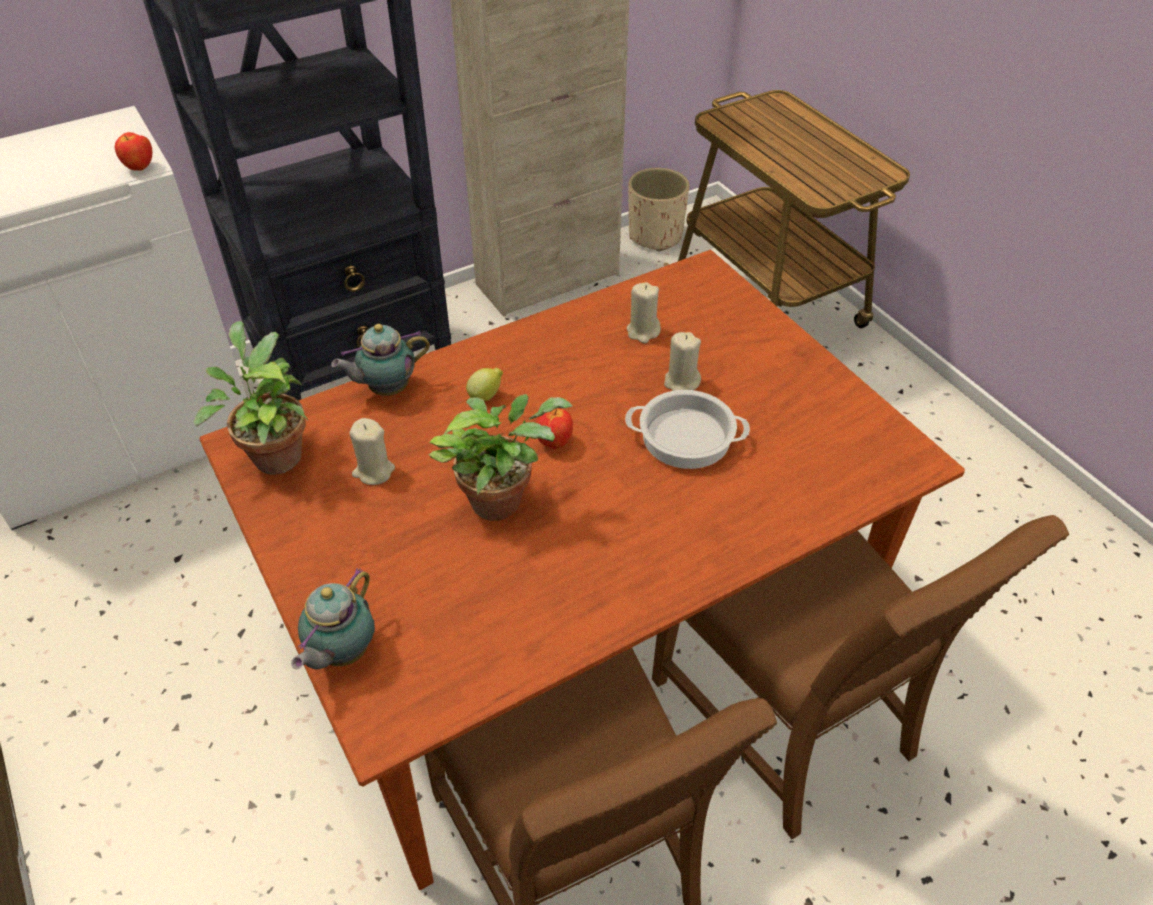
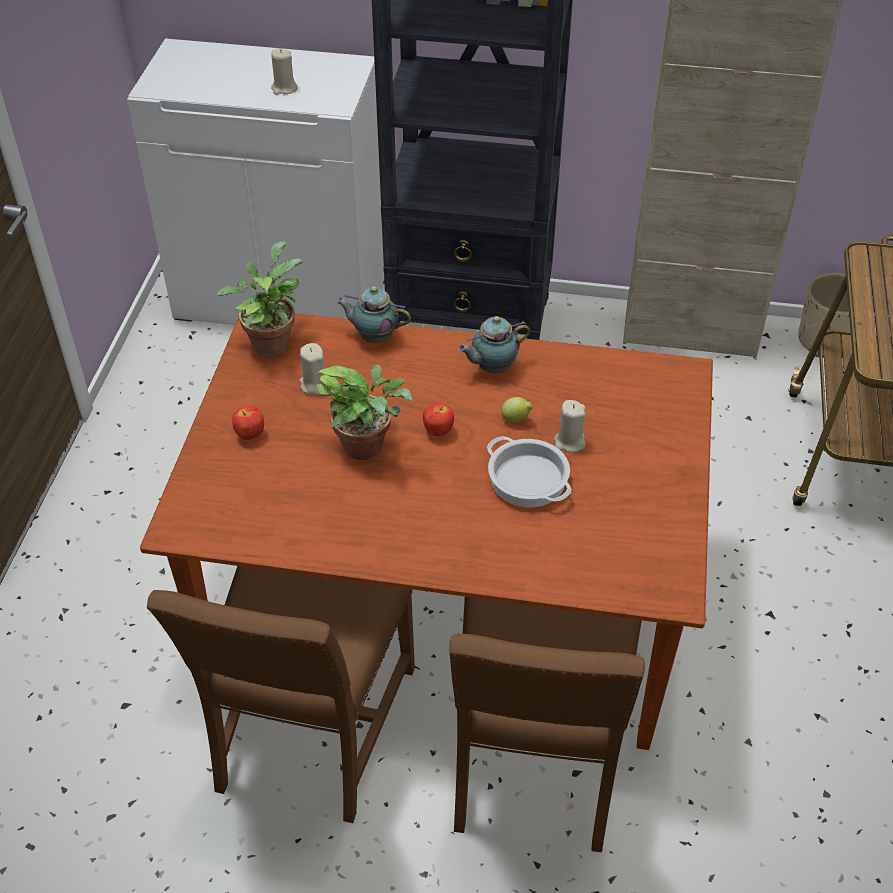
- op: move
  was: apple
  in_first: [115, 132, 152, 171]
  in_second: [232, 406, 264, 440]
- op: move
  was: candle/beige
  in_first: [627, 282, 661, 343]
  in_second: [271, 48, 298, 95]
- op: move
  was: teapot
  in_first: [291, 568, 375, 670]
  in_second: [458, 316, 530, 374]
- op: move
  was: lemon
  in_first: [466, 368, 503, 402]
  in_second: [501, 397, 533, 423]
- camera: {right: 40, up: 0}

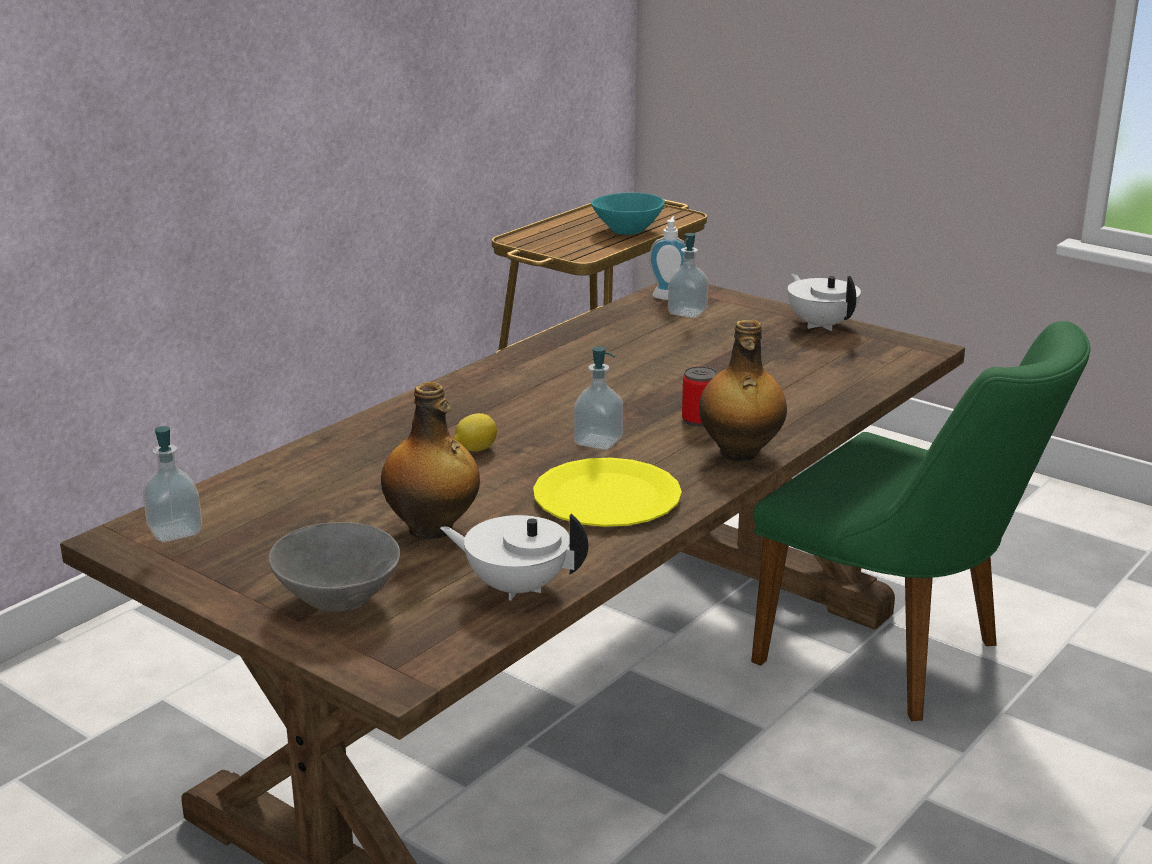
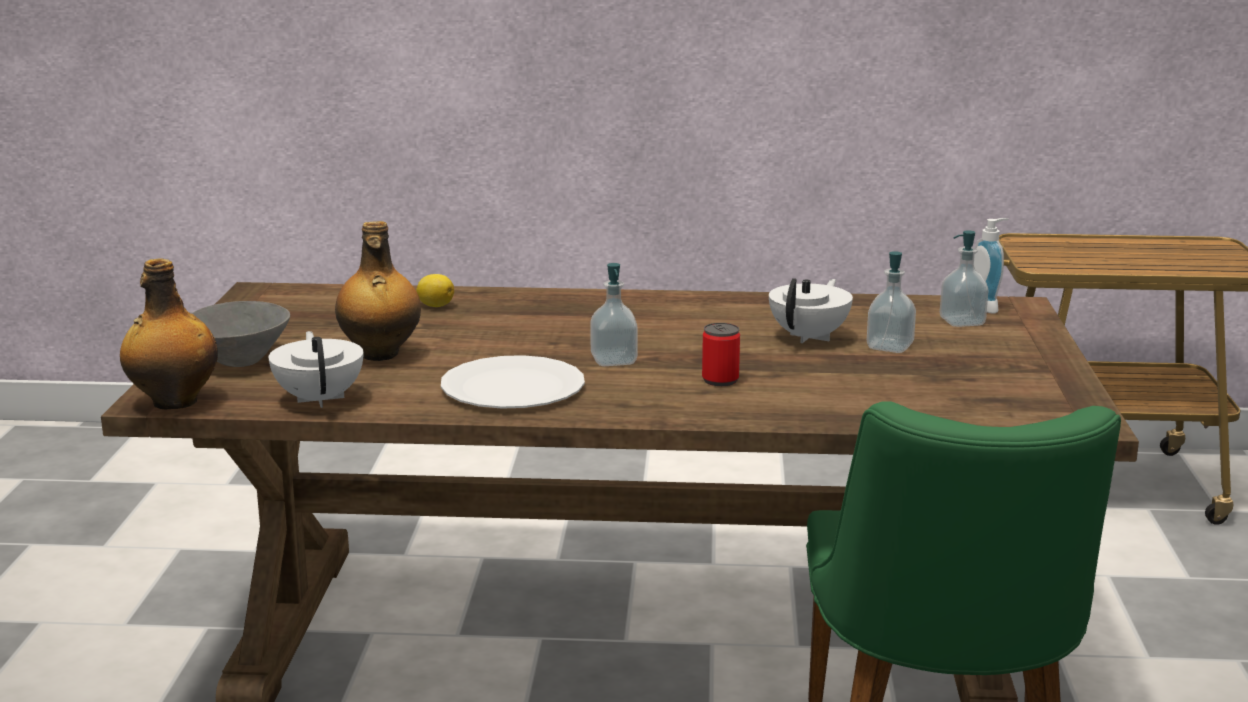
- op: move
  was: bottle
  in_first: [699, 320, 787, 461]
  in_second: [120, 258, 218, 409]
- op: move
  was: lemon
  in_first: [454, 413, 497, 451]
  in_second: [416, 274, 454, 307]
- op: recolor
  was: plate/yellow
  now: plate/white
  in_first: [533, 458, 682, 527]
  in_second: [441, 355, 585, 409]
- op: move
  was: teapot/white
  in_first: [788, 273, 861, 331]
  in_second: [769, 278, 853, 343]
- op: move
  was: soap dispenser
  in_first: [142, 426, 202, 542]
  in_second: [867, 251, 916, 353]
- op: delete
  was: bowl/turquoise
  in_first: [591, 193, 665, 235]
- camera: {right: 55, up: -5}

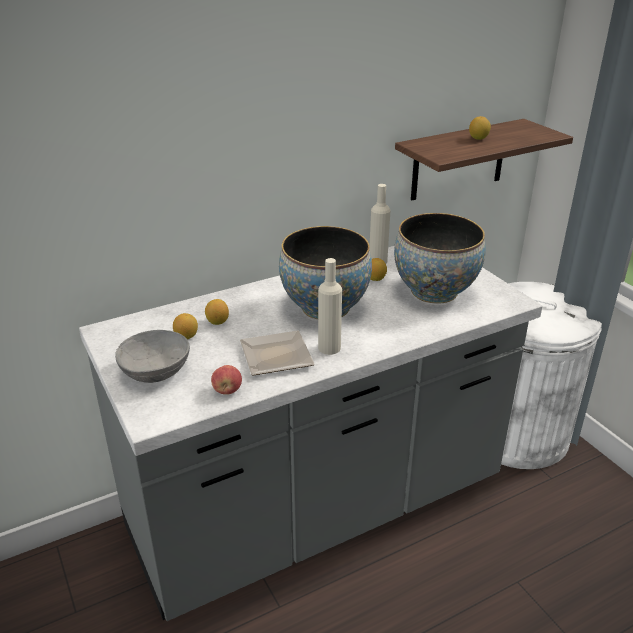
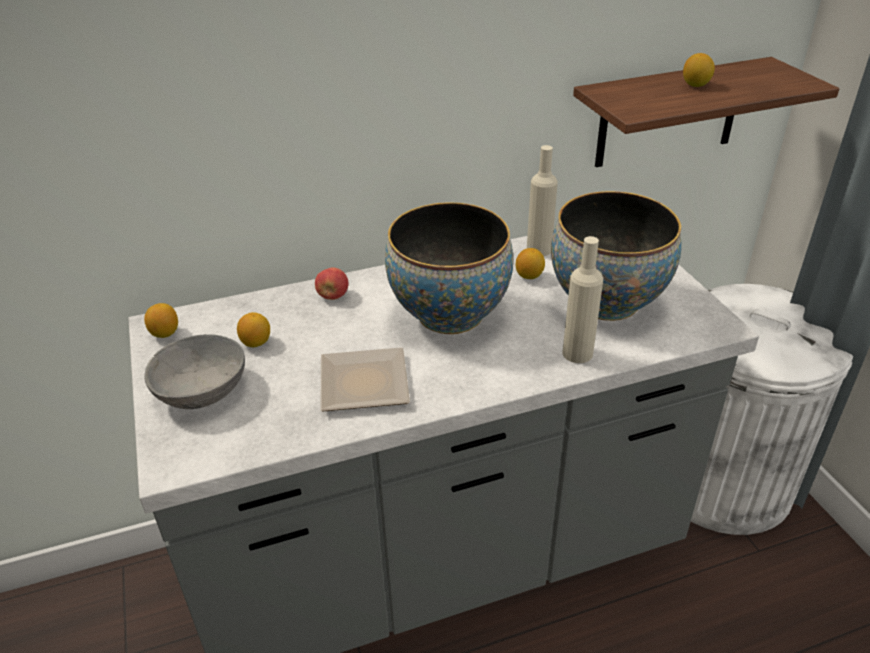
- op: move
  was: lemon
  in_first: [205, 299, 229, 325]
  in_second: [144, 303, 178, 338]
- op: move
  was: apple
  in_first: [211, 365, 242, 395]
  in_second: [315, 268, 349, 300]
- op: move
  was: bottle/beige
  in_first: [318, 258, 342, 355]
  in_second: [563, 236, 603, 363]
- camera: {right: 10, up: 5}

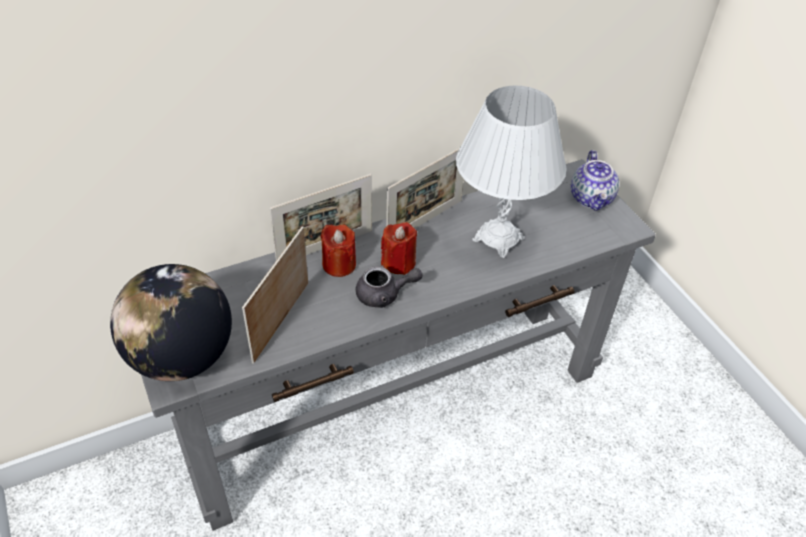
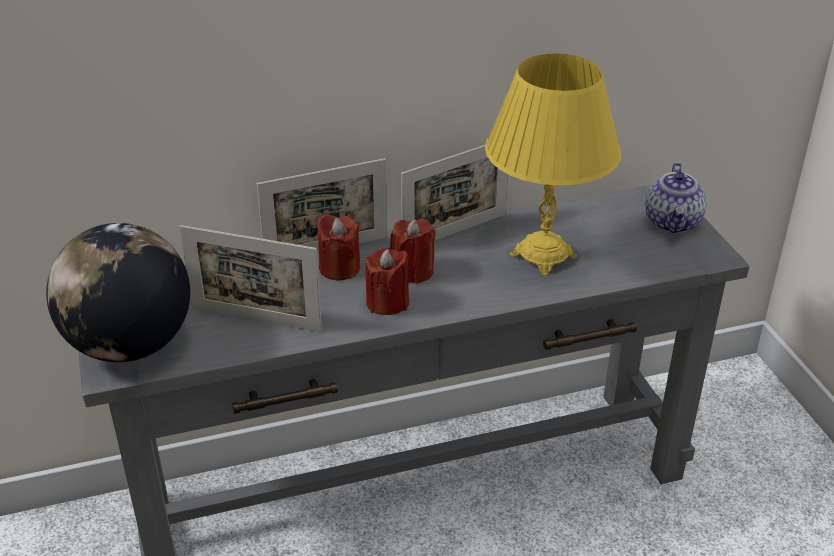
- op: rotate
  was: picture frame
  in_first: [242, 226, 308, 364]
  in_second: [179, 225, 322, 332]
  clockwise: -105
- op: replace
  was: teapot/grey
  now: candle/red
  in_first: [356, 266, 423, 308]
  in_second: [365, 247, 409, 315]
- op: recolor
  was: table lamp/white
  now: table lamp/yellow
  in_first: [456, 86, 567, 258]
  in_second: [485, 54, 621, 276]
- camera: {right: 10, up: -10}

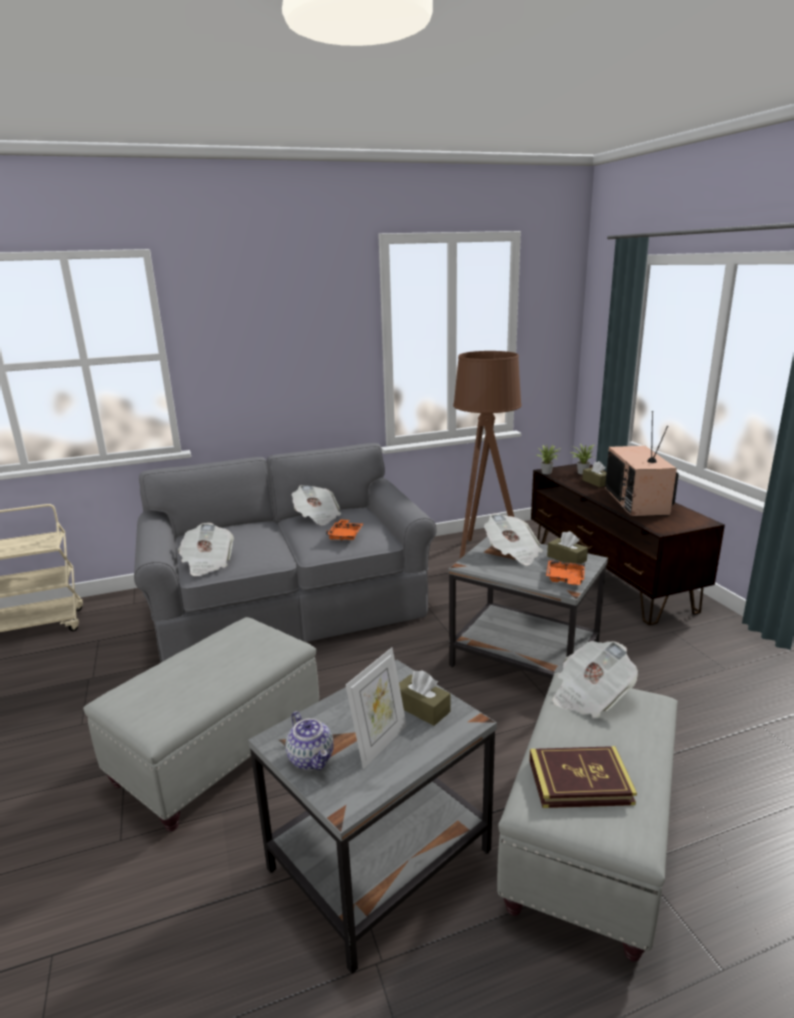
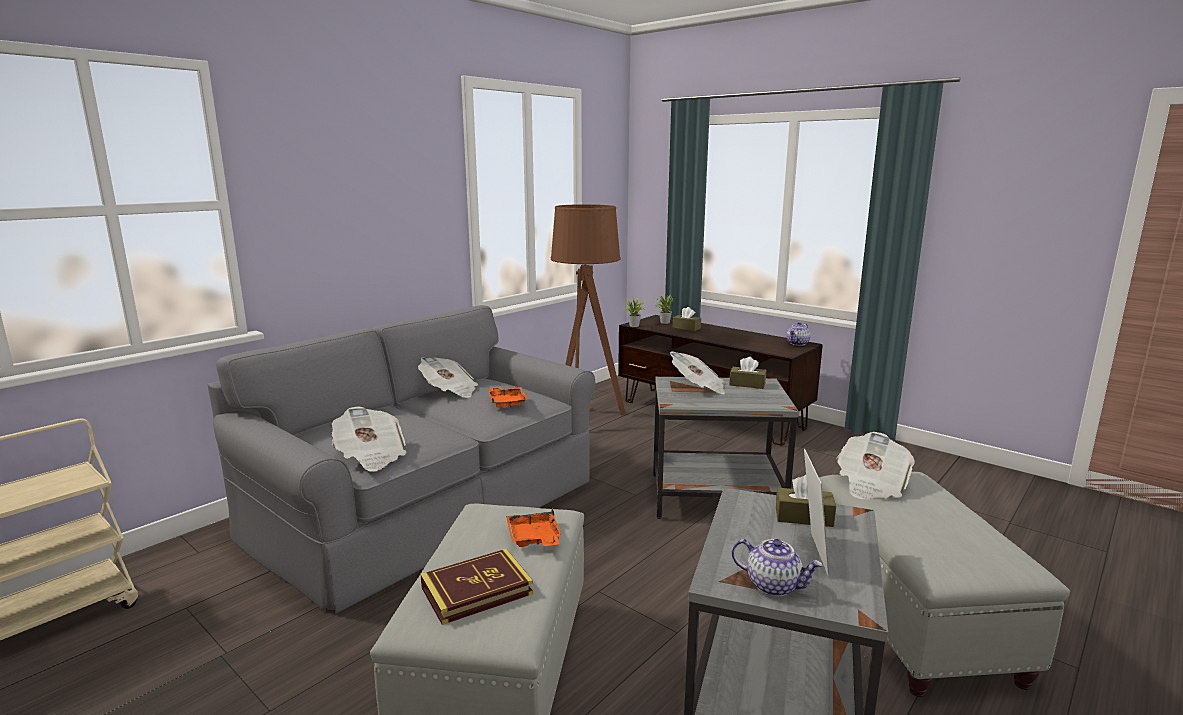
- op: move
  was: book
  in_first: [529, 746, 637, 808]
  in_second: [420, 549, 533, 625]
- op: move
  was: tray/orange
  in_first: [546, 560, 585, 585]
  in_second: [506, 508, 562, 547]
- op: insert
  now: teapot
  in_second: [787, 322, 811, 346]
- op: delete
  was: television
  in_first: [605, 411, 679, 516]
- camera: {right: -30, up: -5}

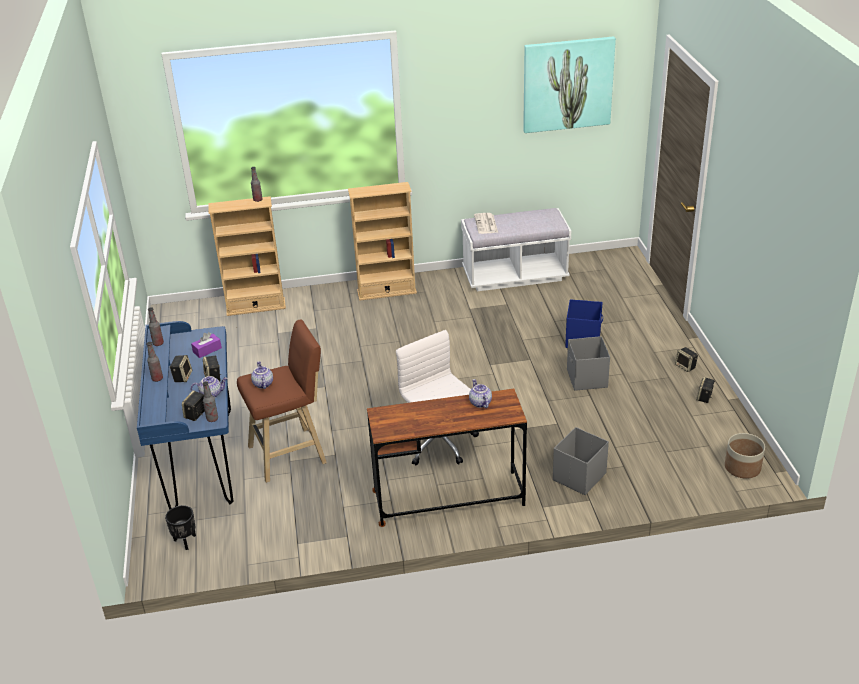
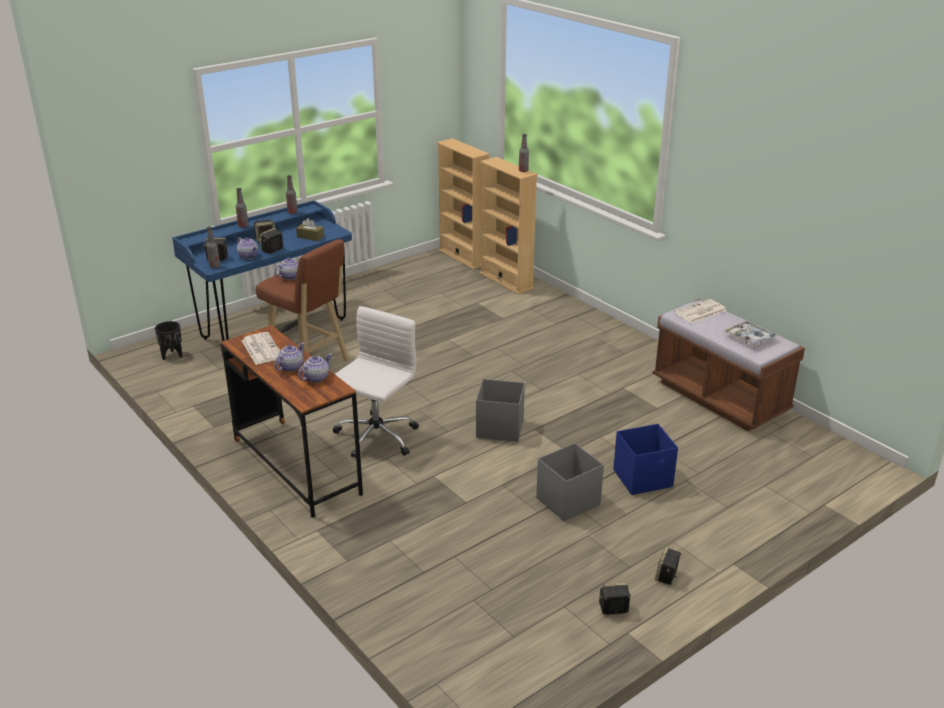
- op: insert
  now: newspaper
  in_second: [241, 332, 280, 365]
- op: insert
  now: teapot
  in_second: [274, 343, 305, 372]
- op: recolor
  was: tissue box/purple
  now: tissue box/brown
  in_first: [191, 332, 222, 358]
  in_second: [296, 218, 324, 241]
- op: move
  was: bookcase/beige
  in_first: [348, 182, 417, 301]
  in_second: [437, 138, 490, 270]
- op: move
  was: storage box/grey
  in_first: [553, 427, 609, 495]
  in_second: [476, 379, 525, 442]
- op: recolor
  was: bench/white
  now: bench/brown
  in_first: [461, 208, 571, 291]
  in_second: [652, 299, 805, 432]
- op: insert
  now: tray
  in_second: [724, 321, 779, 346]
- op: delete
  was: picture
  in_first: [523, 37, 616, 133]
- op: delete
  was: planter
  in_first: [725, 433, 765, 479]
- camera: {right: 60, up: -5}

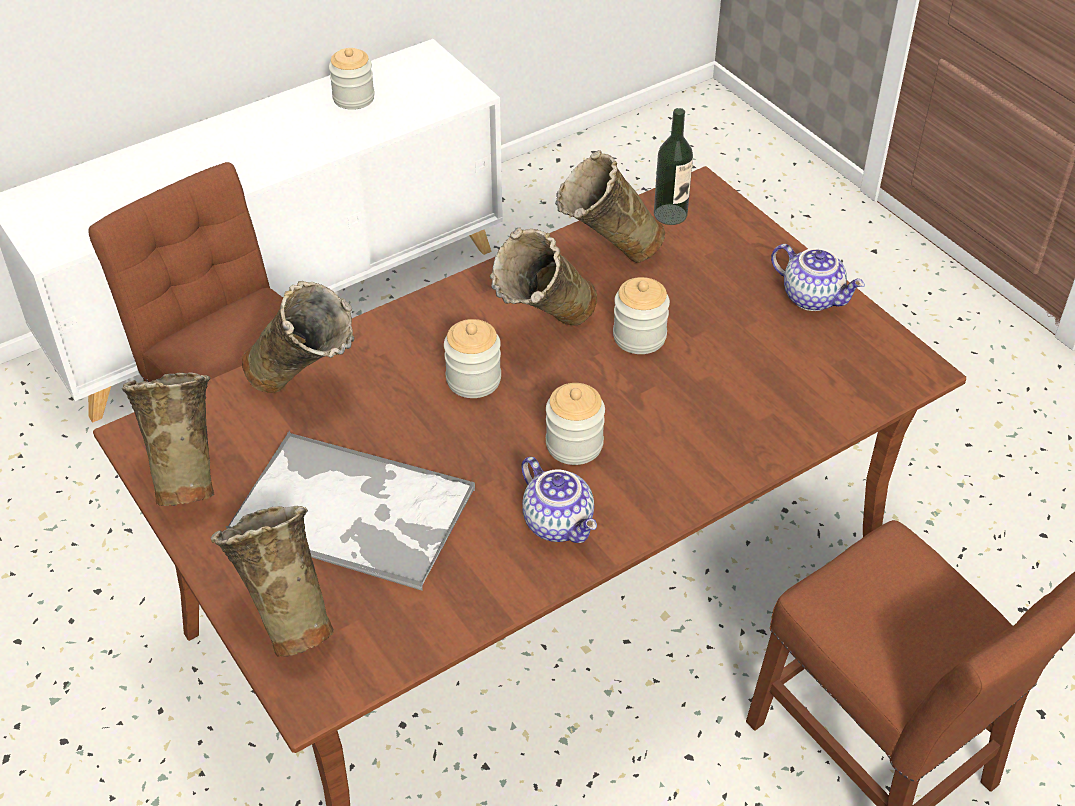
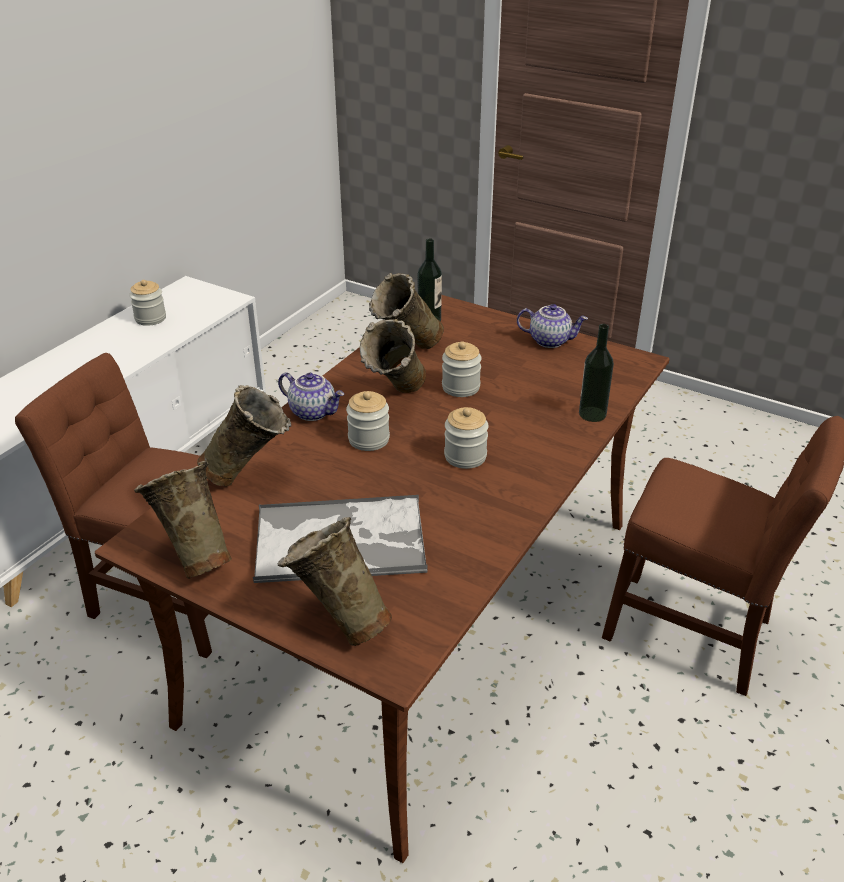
- op: move
  was: teapot
  in_first: [521, 457, 597, 543]
  in_second: [278, 373, 344, 421]
- op: insert
  now: bottle
  in_second: [579, 324, 614, 422]
- camera: {right: -25, up: -10}

